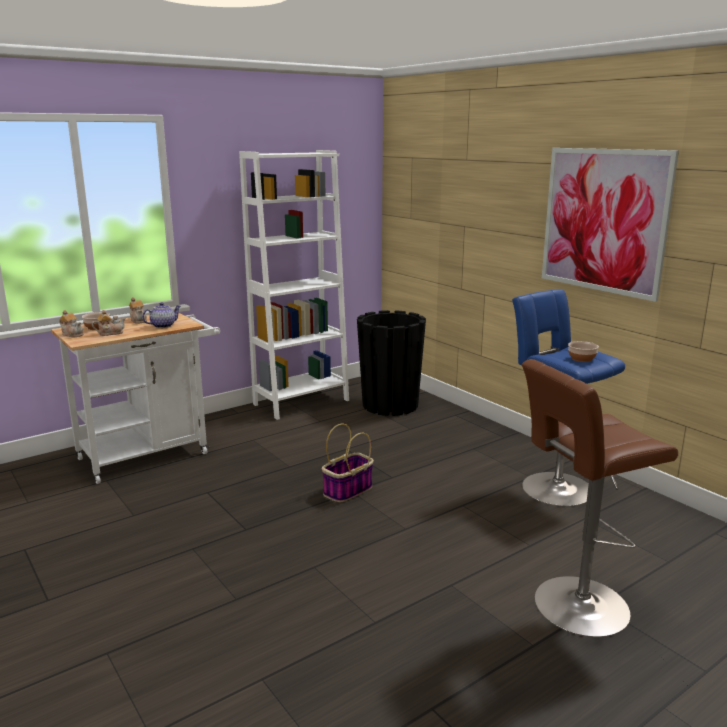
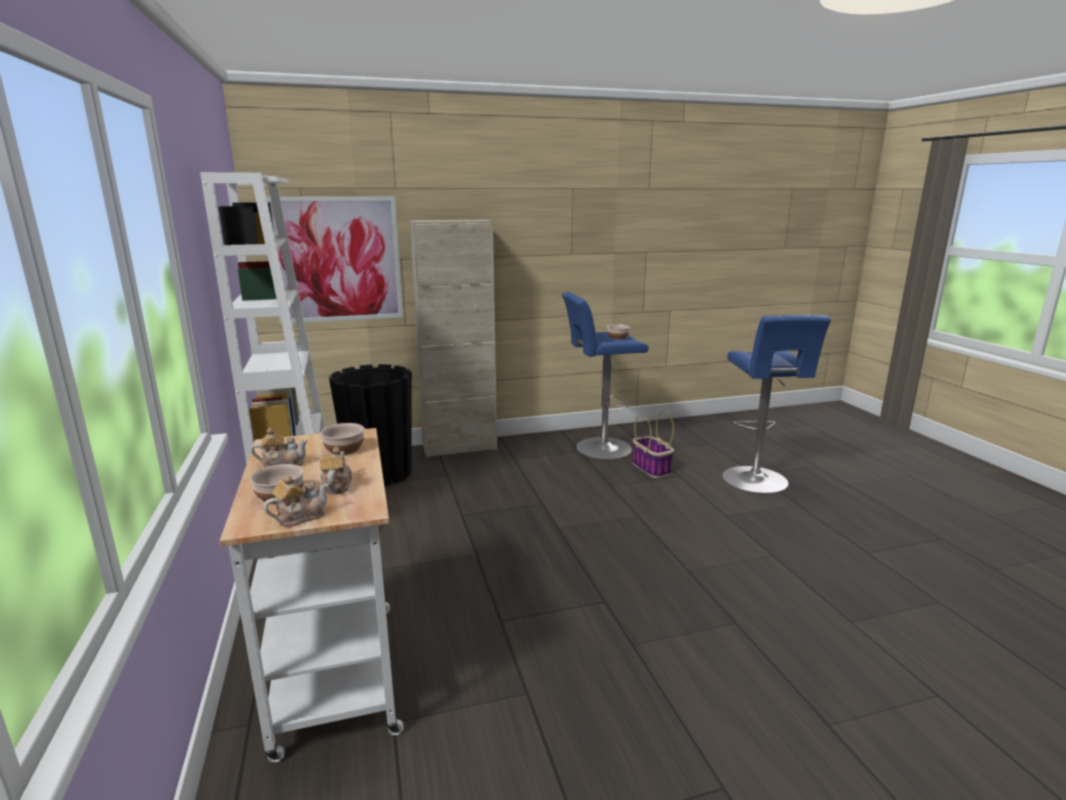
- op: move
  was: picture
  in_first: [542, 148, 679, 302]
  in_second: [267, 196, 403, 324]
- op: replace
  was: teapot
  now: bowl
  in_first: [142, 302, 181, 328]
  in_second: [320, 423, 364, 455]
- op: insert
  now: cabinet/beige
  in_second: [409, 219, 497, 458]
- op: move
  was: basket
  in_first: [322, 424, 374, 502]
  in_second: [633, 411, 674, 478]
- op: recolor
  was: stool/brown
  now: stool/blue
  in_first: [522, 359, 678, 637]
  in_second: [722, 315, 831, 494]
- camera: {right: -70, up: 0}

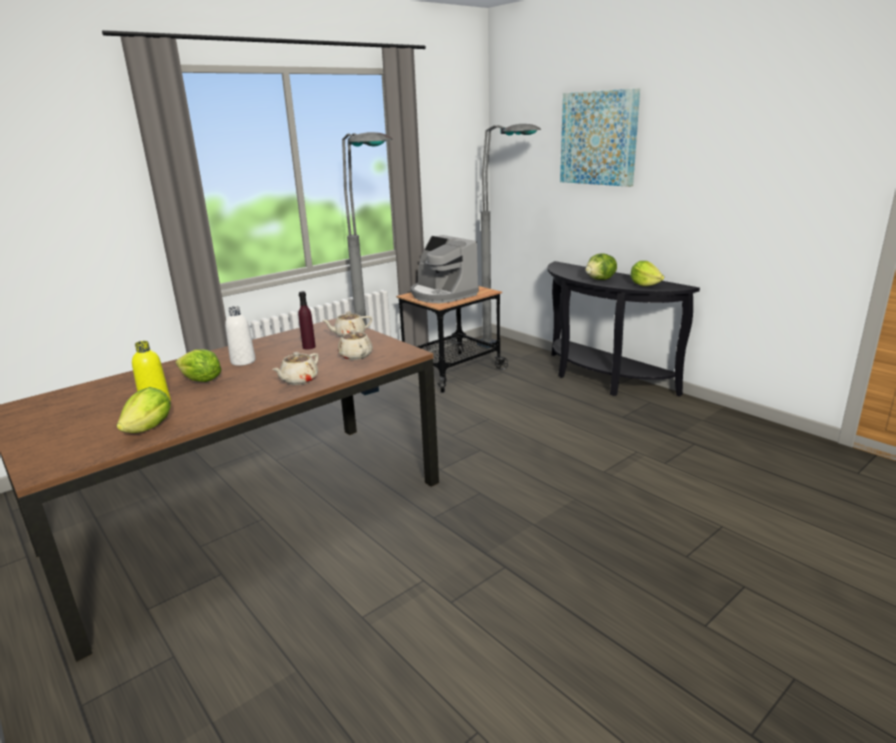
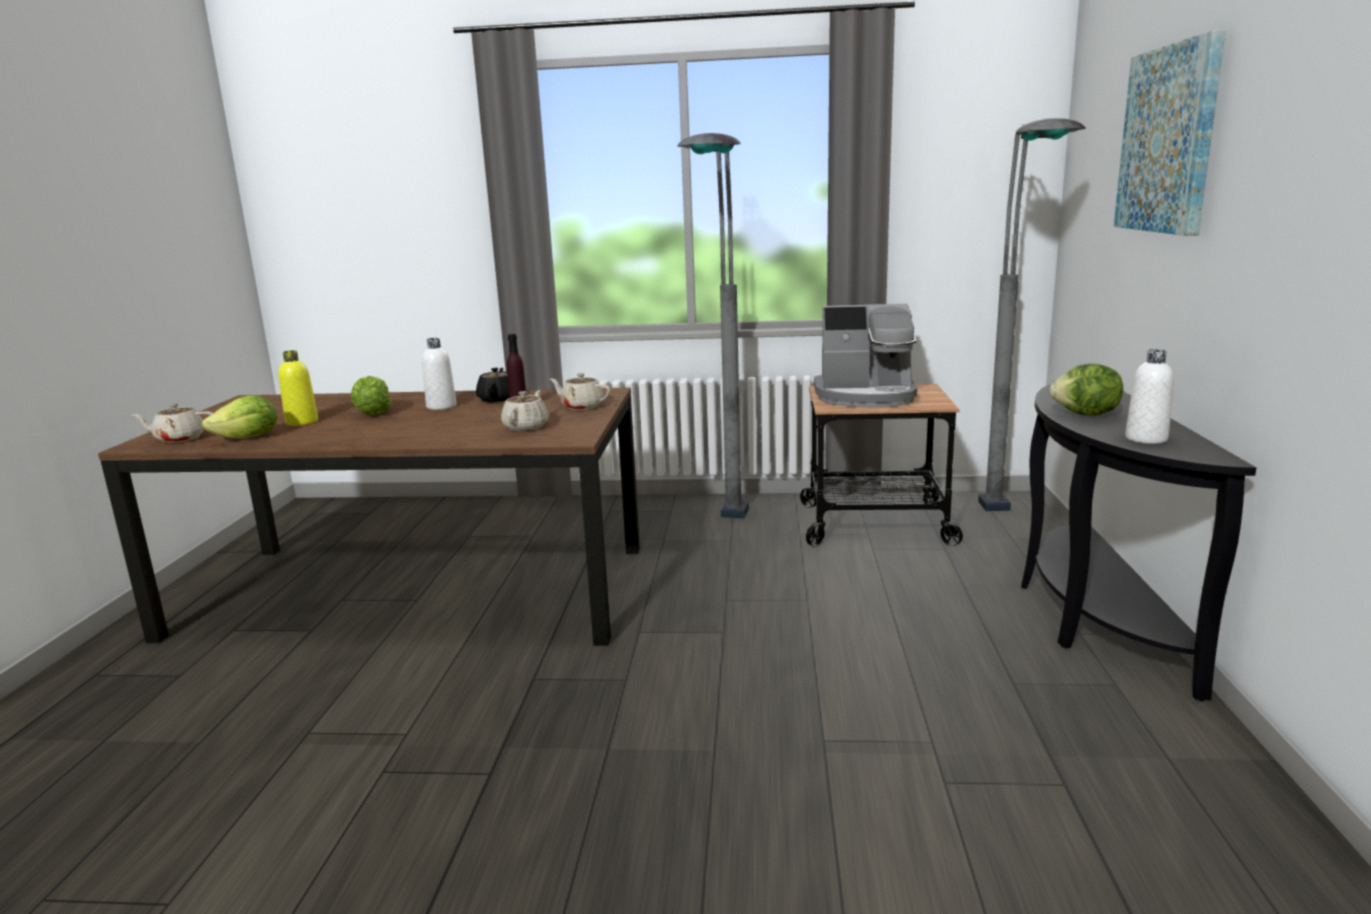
- op: move
  was: teapot/beige
  in_first: [272, 352, 319, 385]
  in_second: [132, 403, 213, 443]
- op: insert
  now: teapot/black
  in_second: [476, 368, 510, 402]
- op: rotate
  was: coffee machine
  in_first: [411, 235, 479, 303]
  in_second: [814, 304, 917, 408]
  clockwise: -90
- op: replace
  was: lettuce
  now: bottle/white
  in_first: [630, 261, 664, 286]
  in_second: [1125, 349, 1174, 444]
- camera: {right: 45, up: -5}

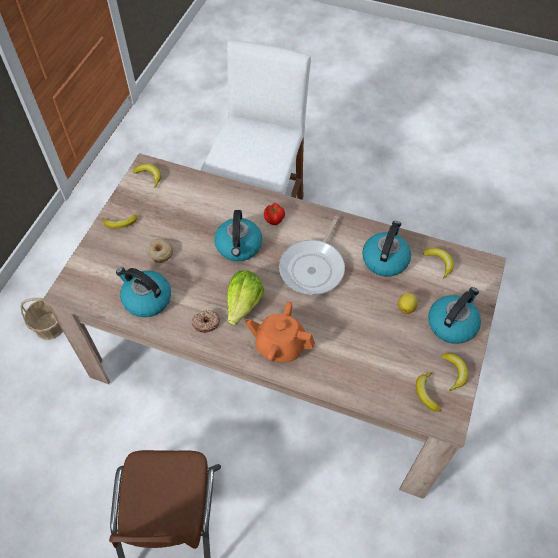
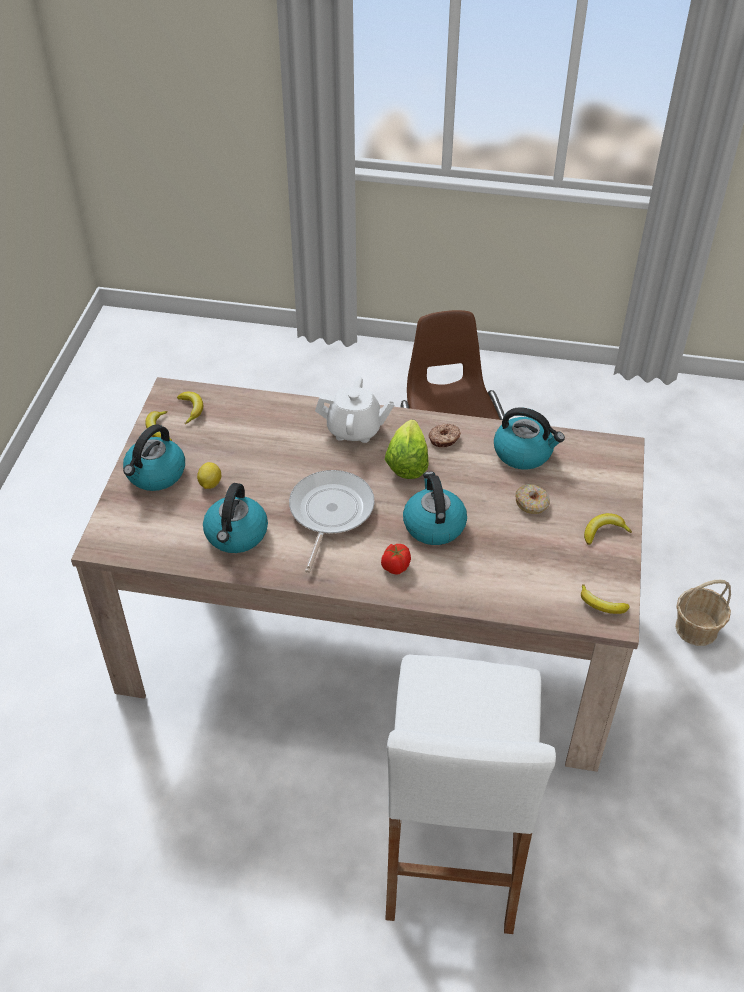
- op: recolor
  was: teapot/orange
  now: teapot/white
  in_first: [245, 302, 315, 362]
  in_second: [315, 376, 395, 443]
- op: delete
  was: banana
  in_first: [423, 248, 454, 279]
- camera: {right: 170, up: -10}

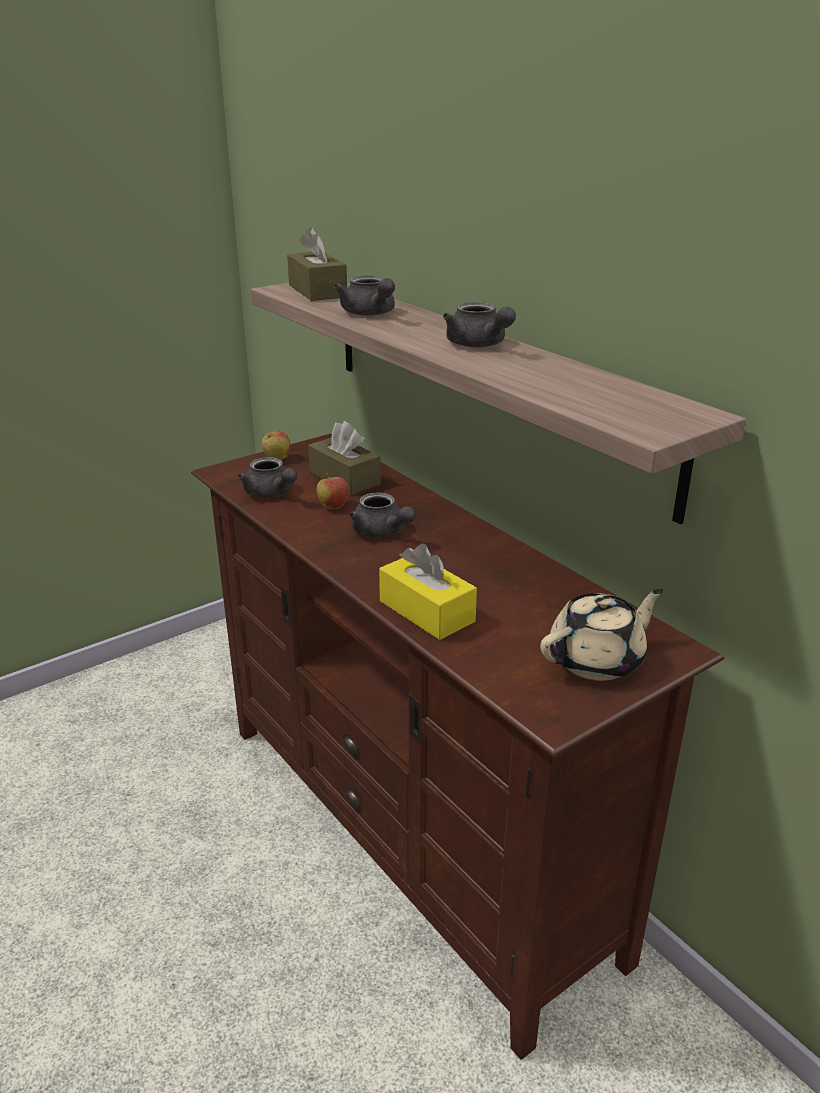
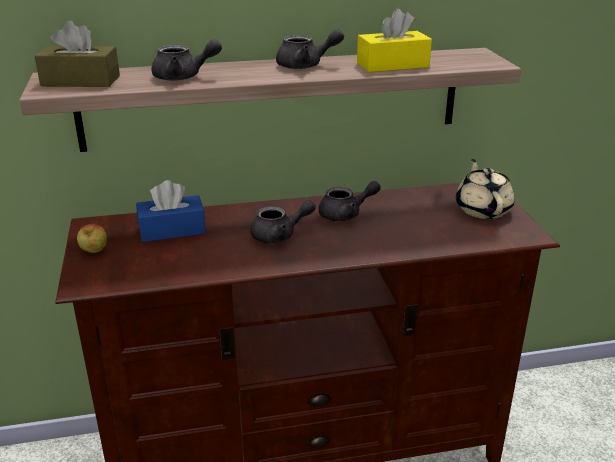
- op: recolor
  was: tissue box/brown
  now: tissue box/blue
  in_first: [308, 421, 381, 495]
  in_second: [136, 180, 206, 242]
- op: move
  was: teapot/grey
  in_first: [238, 457, 297, 498]
  in_second: [319, 181, 381, 221]
- op: move
  was: tissue box/yellow
  in_first: [379, 543, 477, 640]
  in_second: [357, 8, 432, 72]
- op: delete
  was: apple
  in_first: [317, 473, 349, 509]
- camera: {right: -65, up: 0}

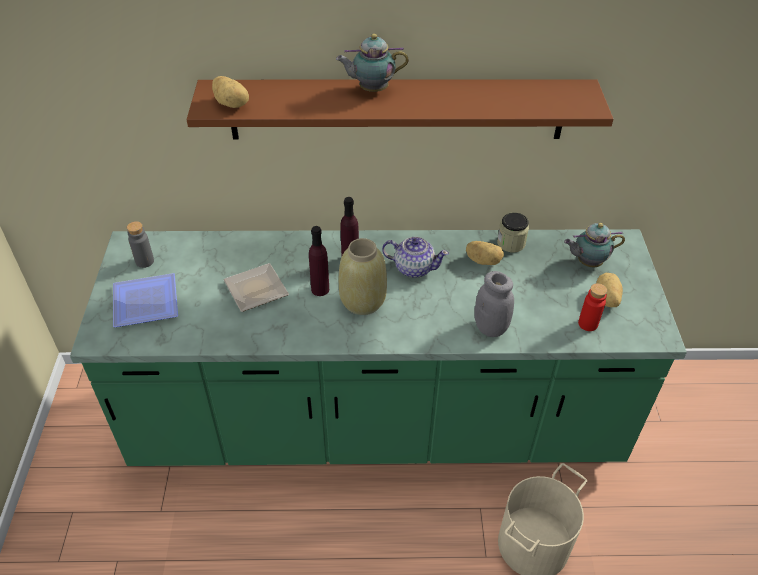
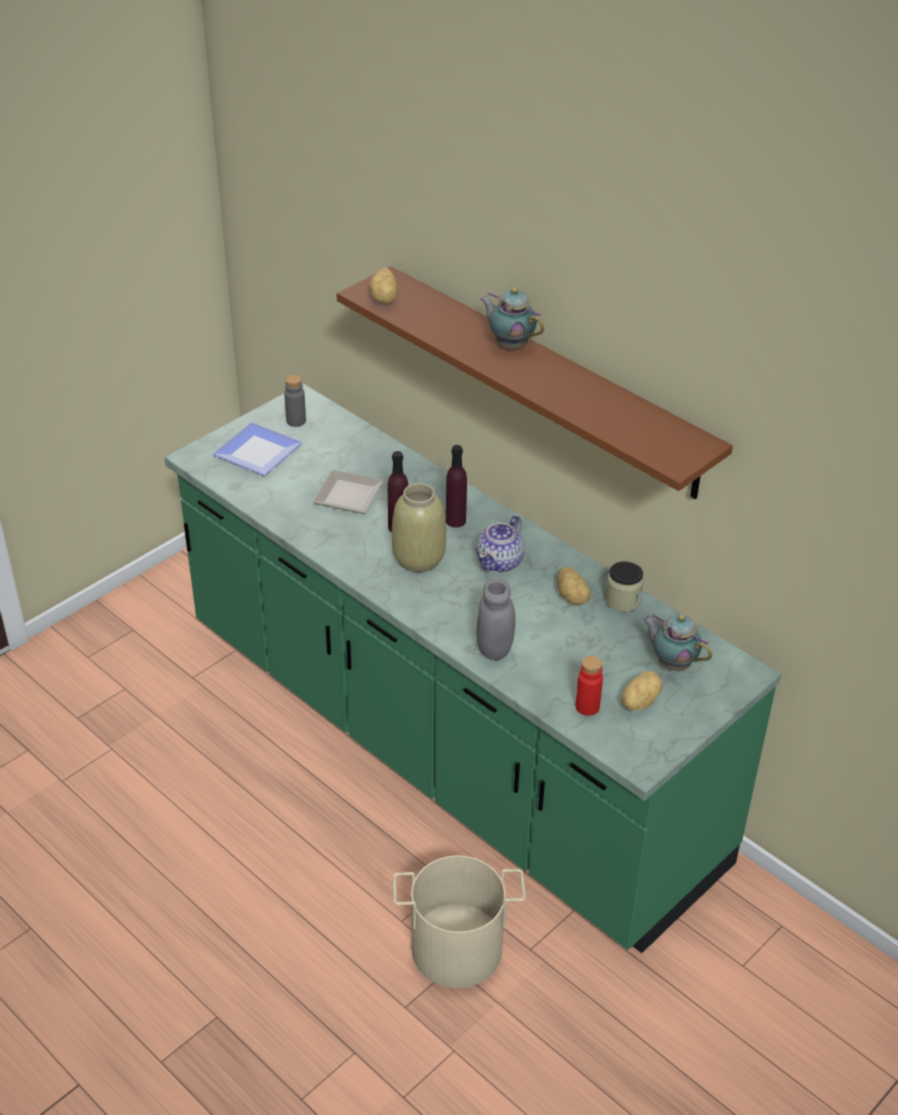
- op: rotate
  was: teapot
  in_first: [382, 237, 449, 278]
  in_second: [476, 516, 525, 572]
  clockwise: 60
- camera: {right: 45, up: -5}

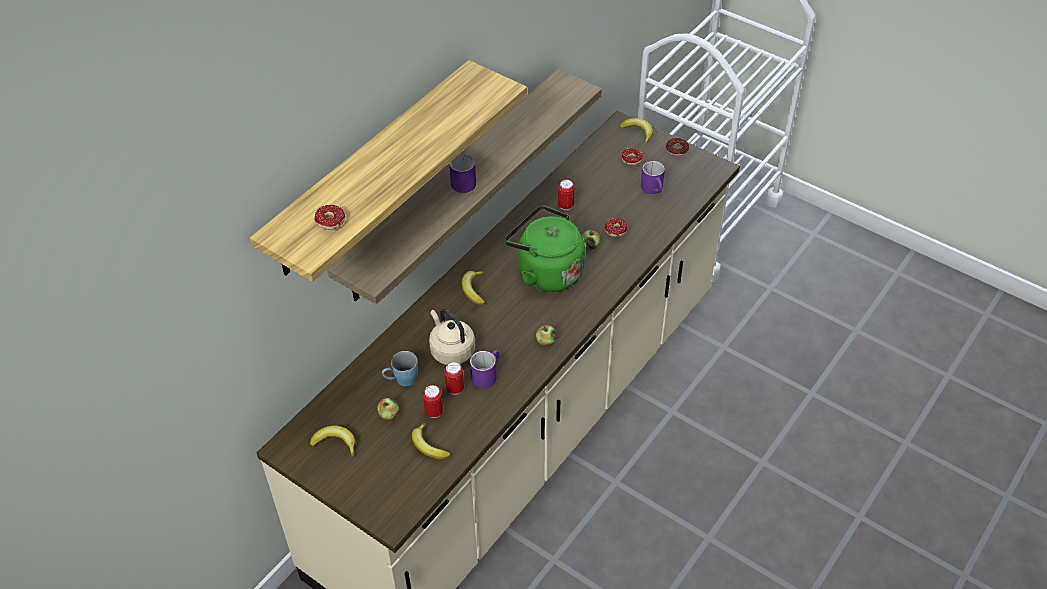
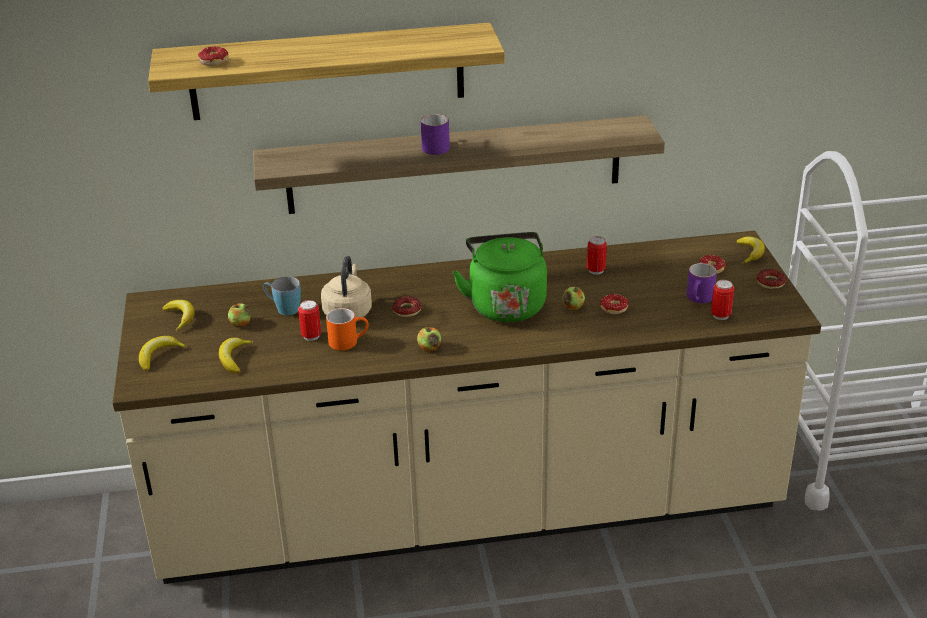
- op: move
  was: banana
  in_first: [461, 271, 485, 305]
  in_second: [139, 336, 188, 371]
- op: recolor
  was: mug/purple
  now: mug/orange
  in_first: [470, 350, 499, 388]
  in_second: [326, 308, 369, 350]
- op: insert
  now: donut
  in_second: [392, 296, 422, 317]
- op: move
  was: can
  in_first: [423, 385, 443, 418]
  in_second: [711, 280, 734, 320]
- camera: {right: 45, up: -15}

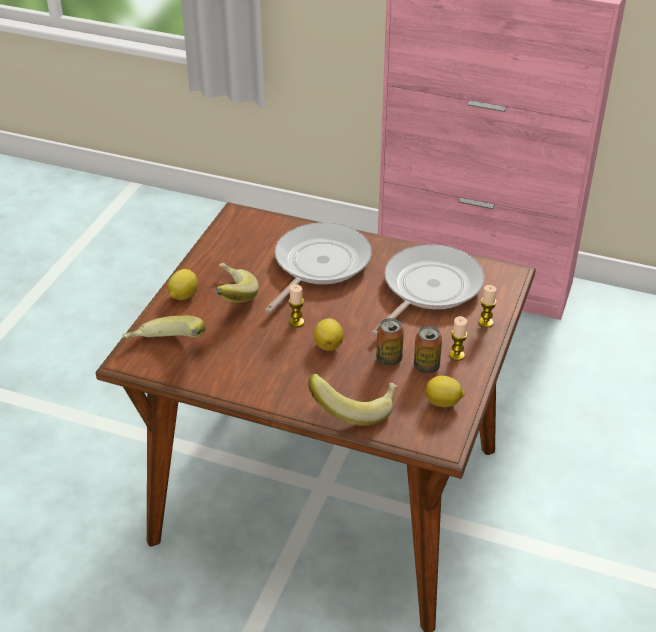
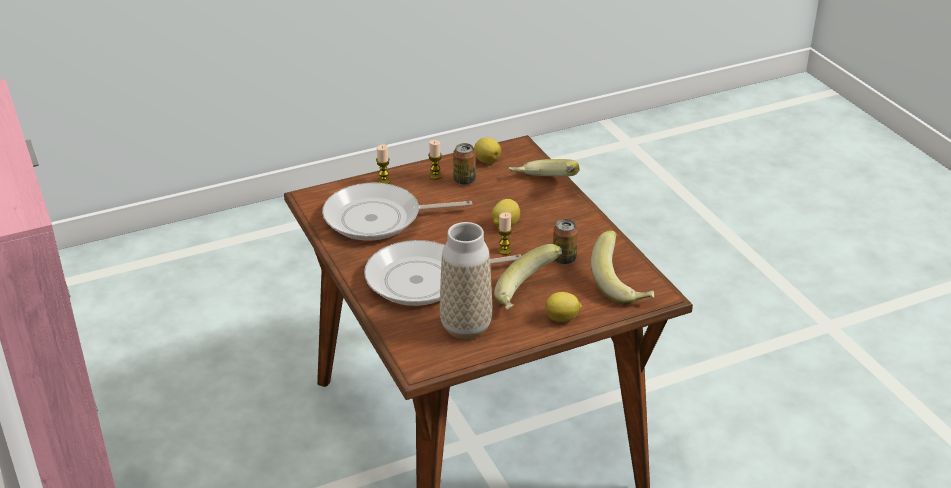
- op: insert
  now: vase
  in_second: [440, 222, 492, 339]
- op: move
  was: can
  in_first: [376, 318, 404, 366]
  in_second: [553, 219, 578, 264]
- camera: {right: -135, up: -5}

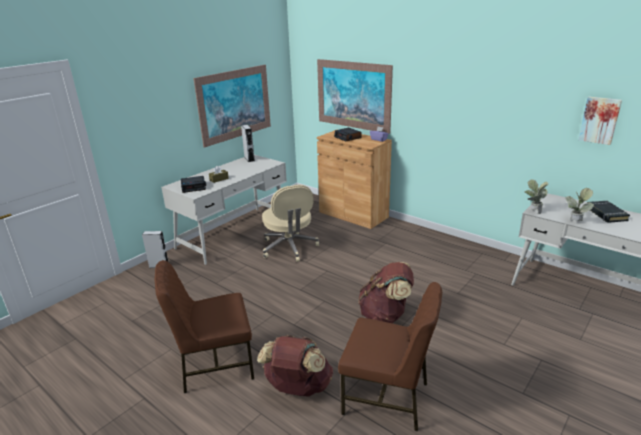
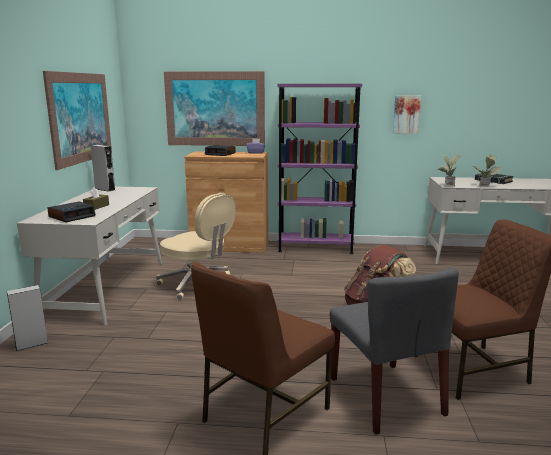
- op: insert
  now: bookcase/purple
  in_second: [278, 84, 362, 254]
- op: replace
  was: backpack/brown
  now: chair/grey
  in_first: [257, 335, 333, 397]
  in_second: [330, 267, 459, 435]
- op: move
  was: picture
  in_first: [578, 97, 622, 145]
  in_second: [393, 95, 421, 134]
- camera: {right: -35, up: -10}

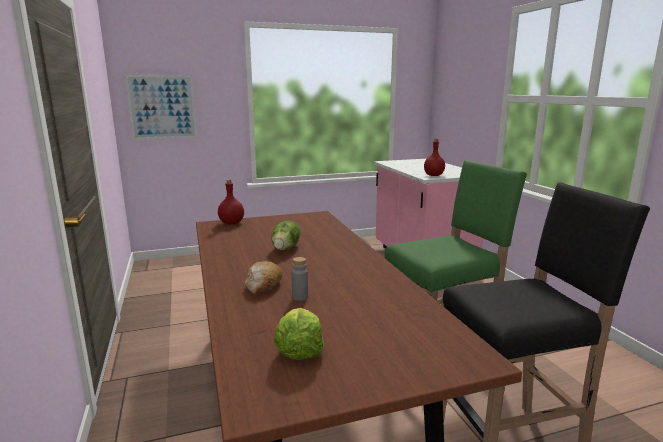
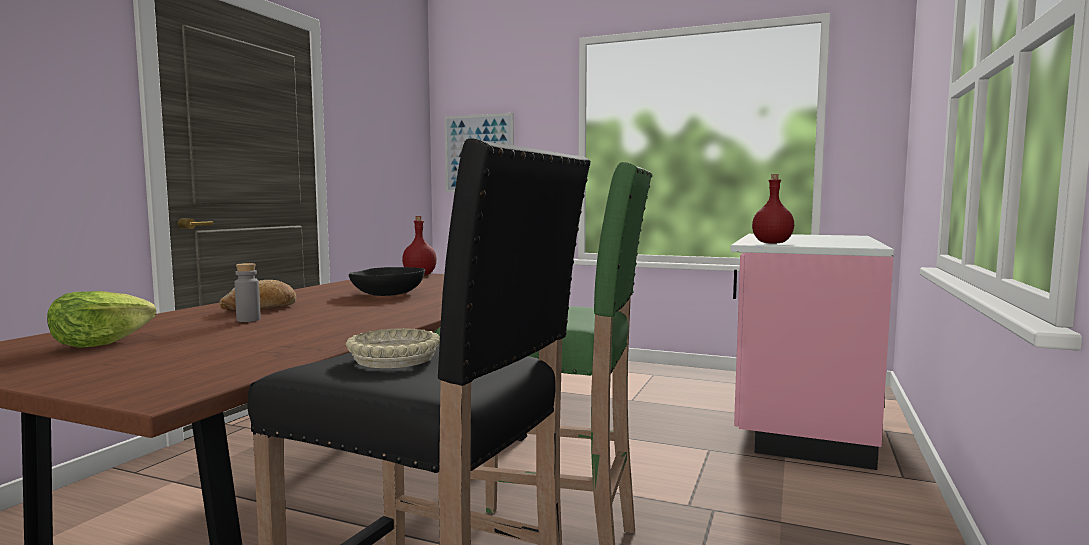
- op: insert
  now: bowl/beige
  in_second: [346, 328, 440, 368]
- op: replace
  was: lettuce
  now: bowl/black
  in_first: [272, 221, 301, 250]
  in_second: [349, 267, 425, 296]
- camera: {right: 40, up: -10}

